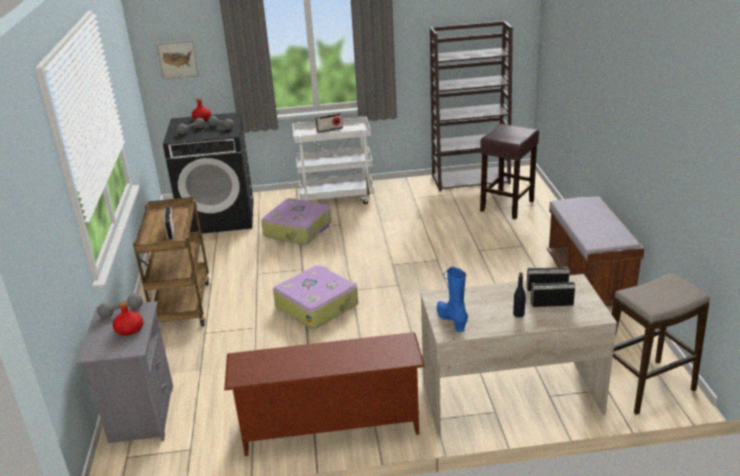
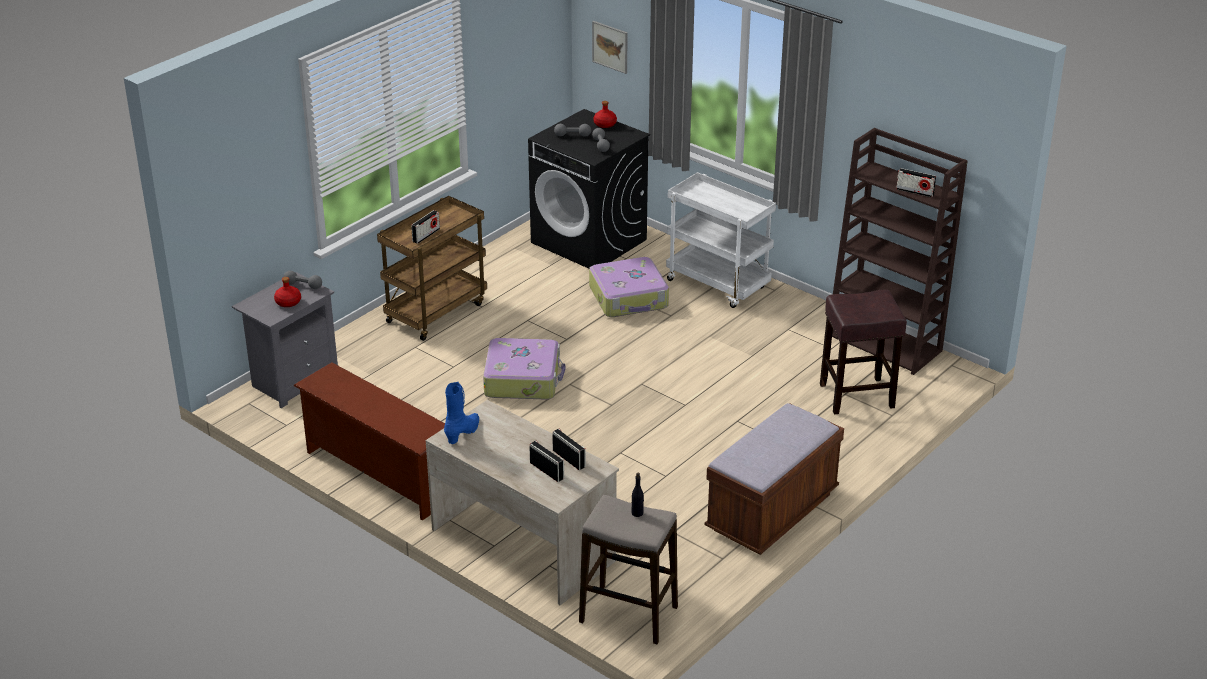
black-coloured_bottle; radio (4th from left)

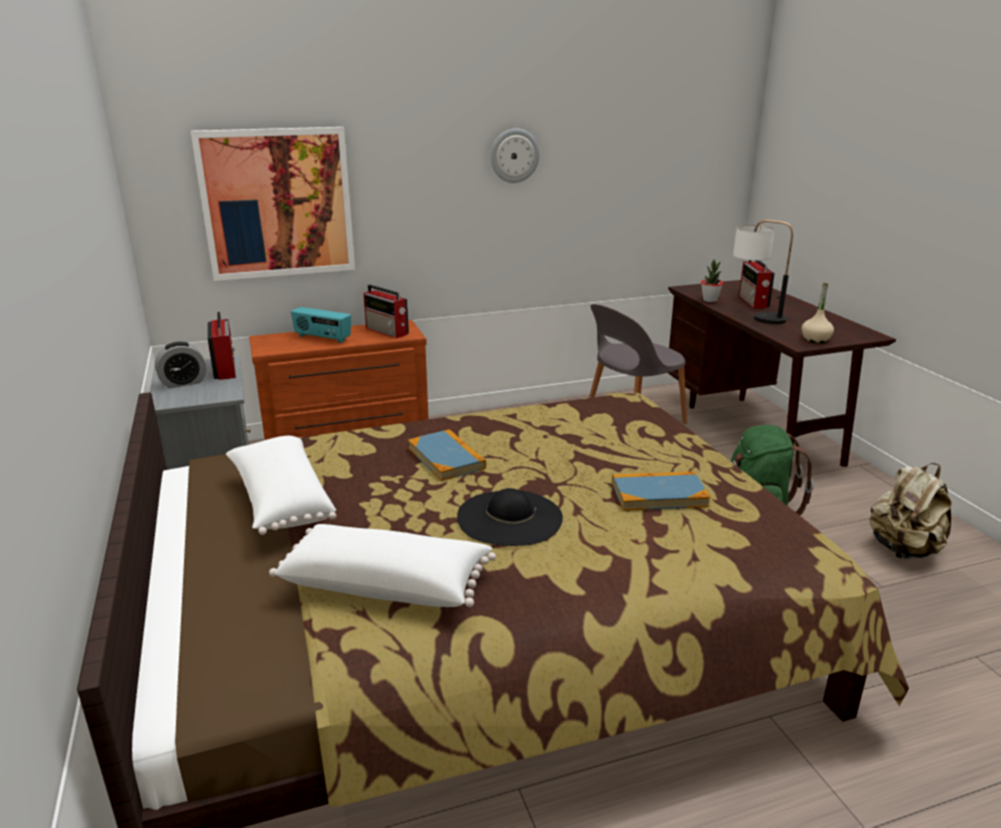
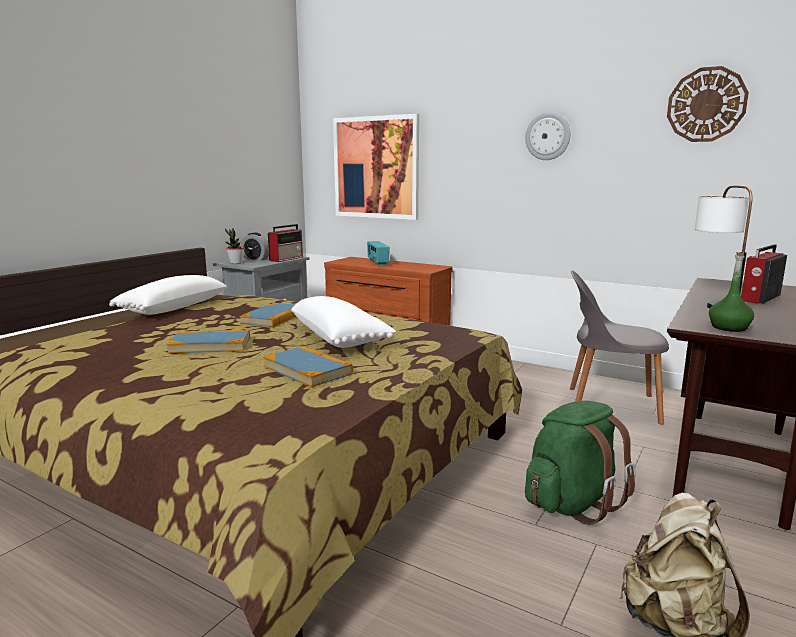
book (1st from left); potted_plant; white-coloured_pillow (2nd from left); wall_clock (2nd from left); green-coloured_bottle; radio (3rd from left in the first image)

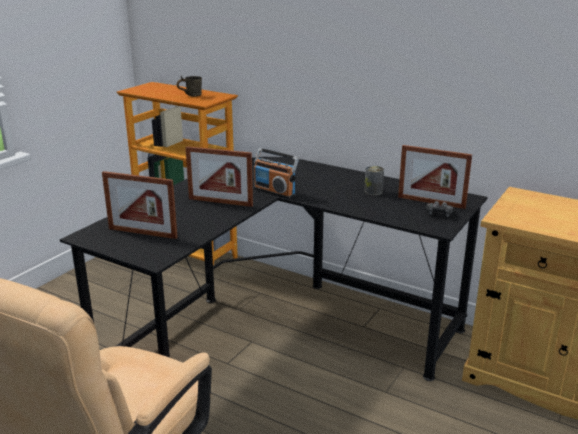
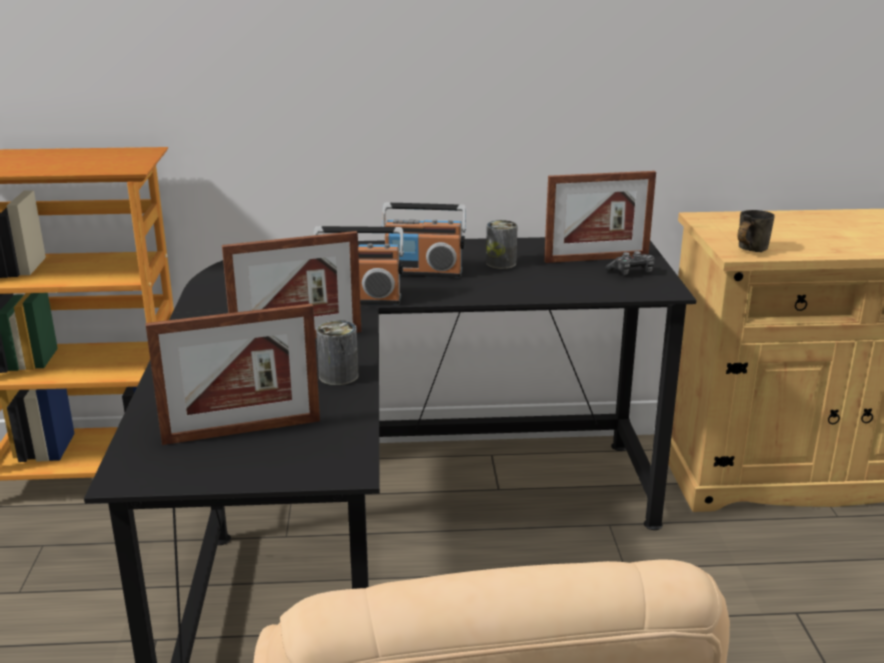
metal_can (1st from left); radio (2nd from left); grey_mug

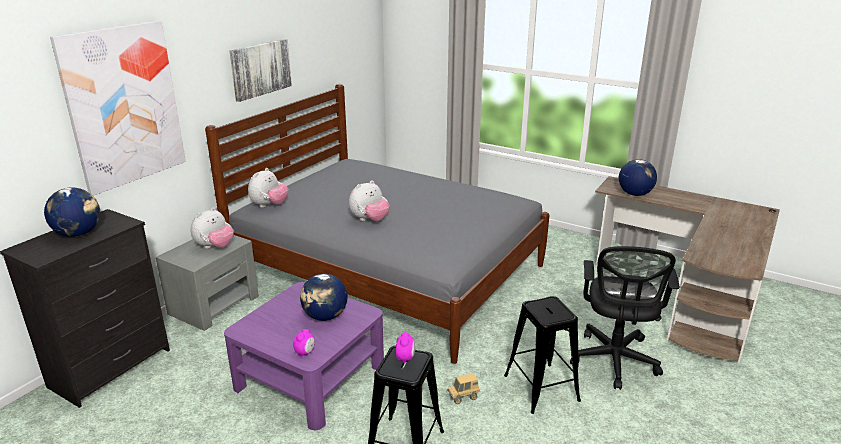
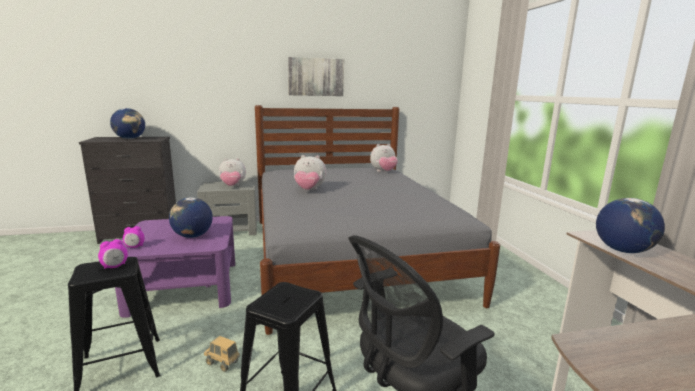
cuddly_toy (3rd from left); wall_art (1st from left in the first image)

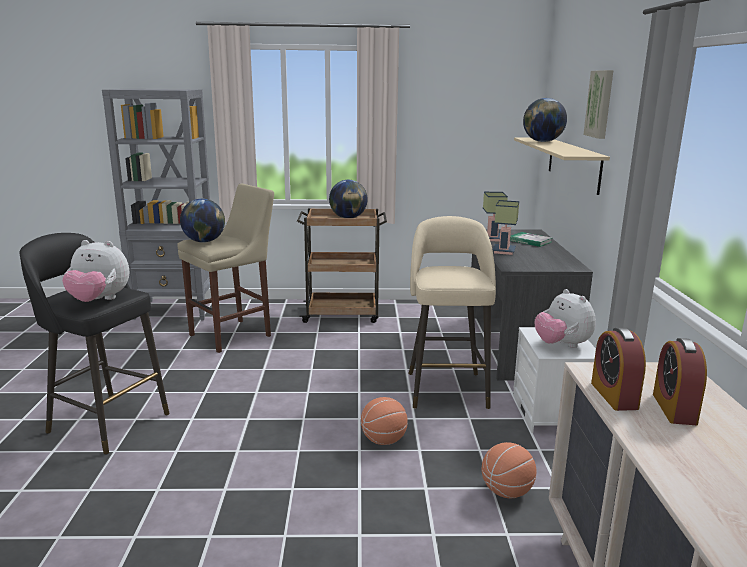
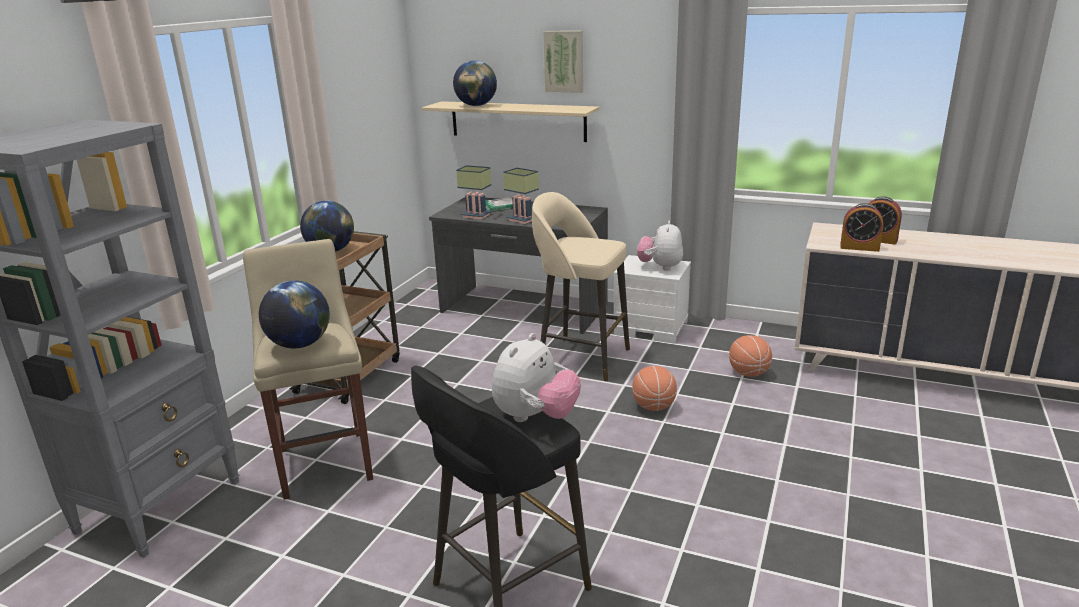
cuddly_toy (2nd from left)

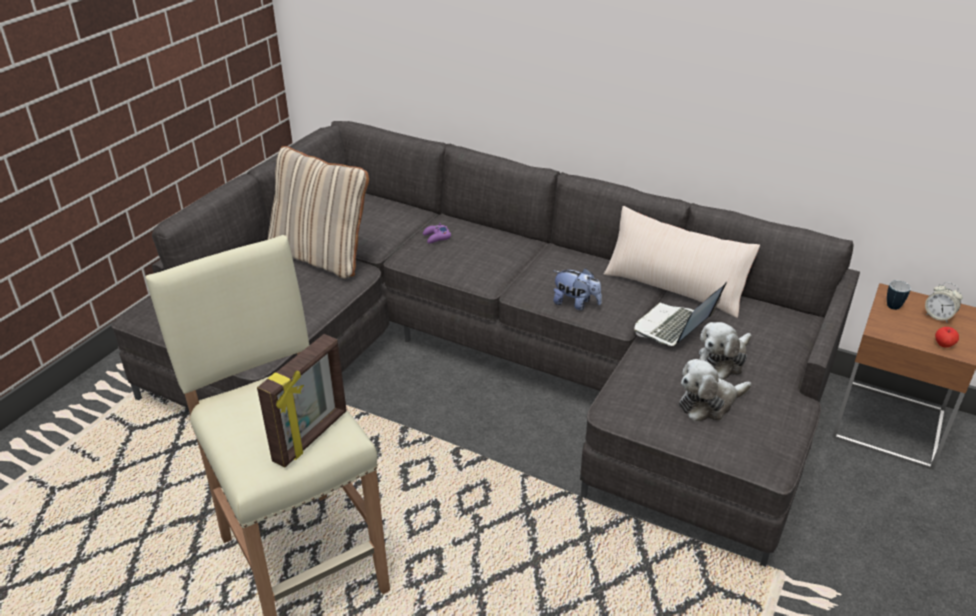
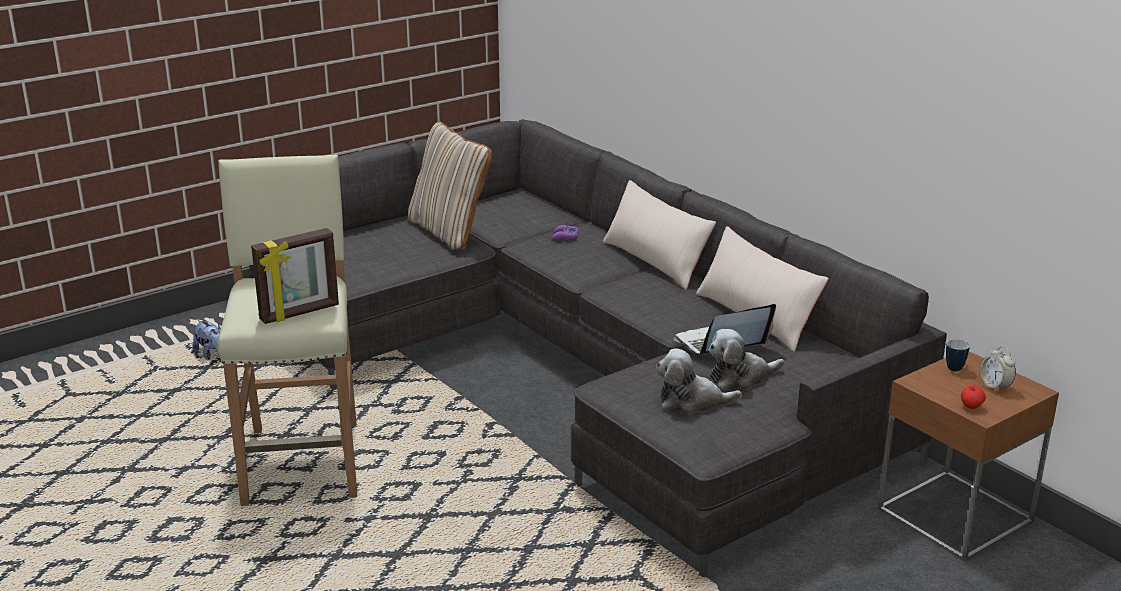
cuddly_toy (1st from left); sand-coloured_pillow (2nd from left)

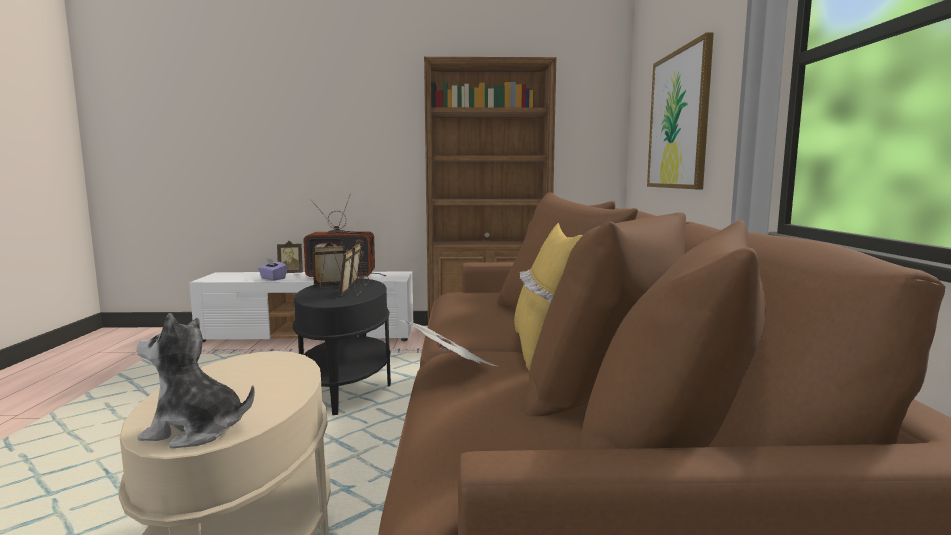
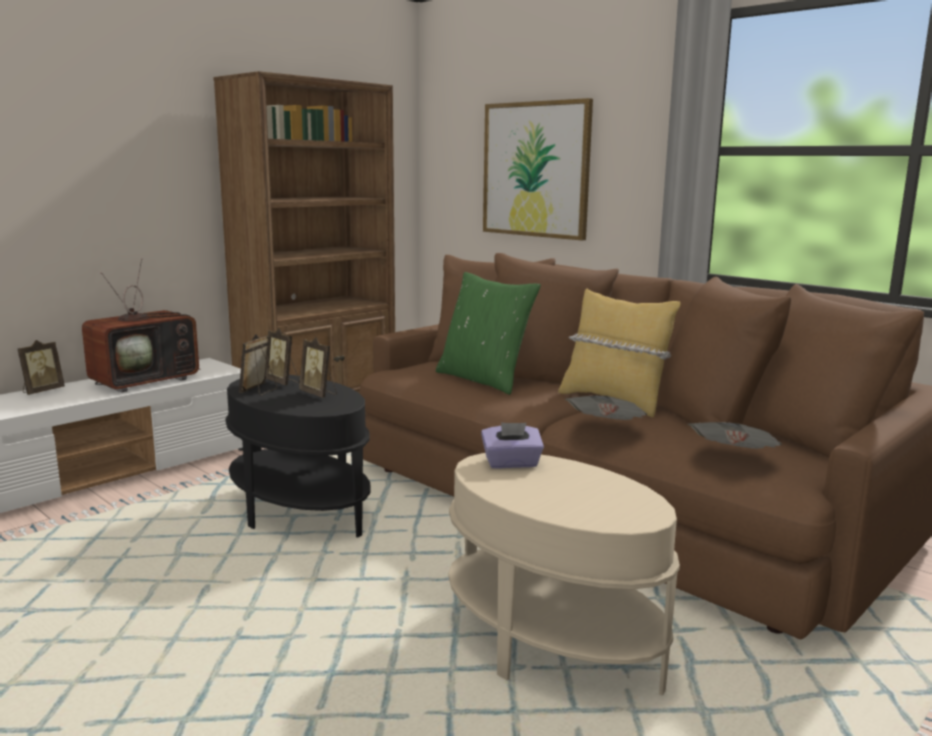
green-coloured_pillow; purplish_tissue_box; printed_paper (2nd from left); cuddly_toy

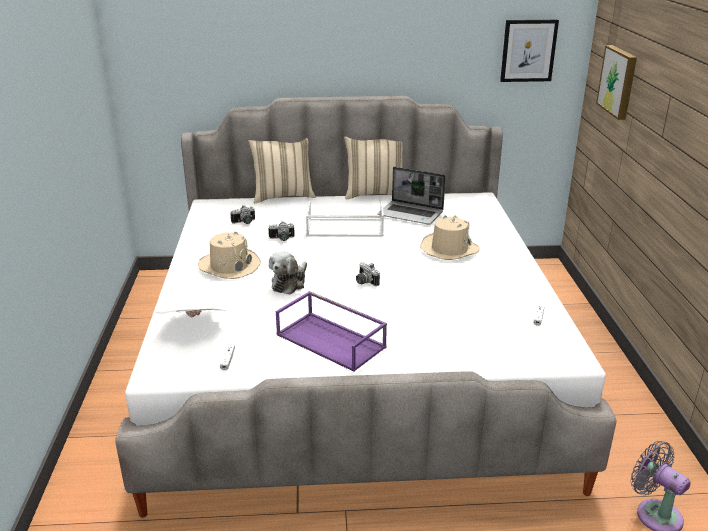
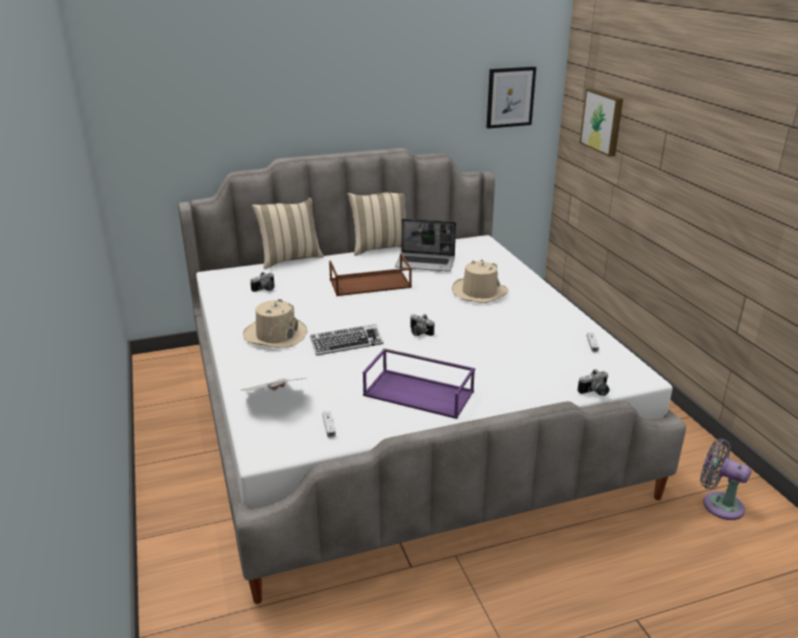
PC_keyboard; brown-coloured_tray; still_camera (3rd from left)

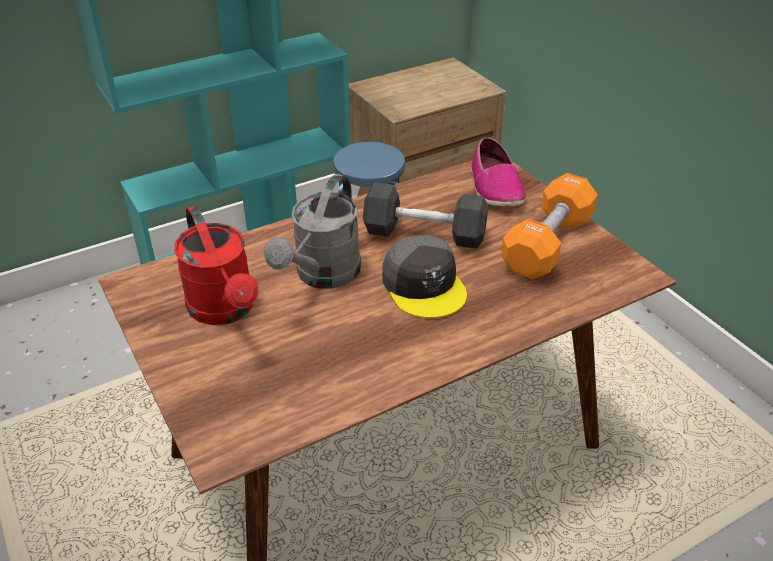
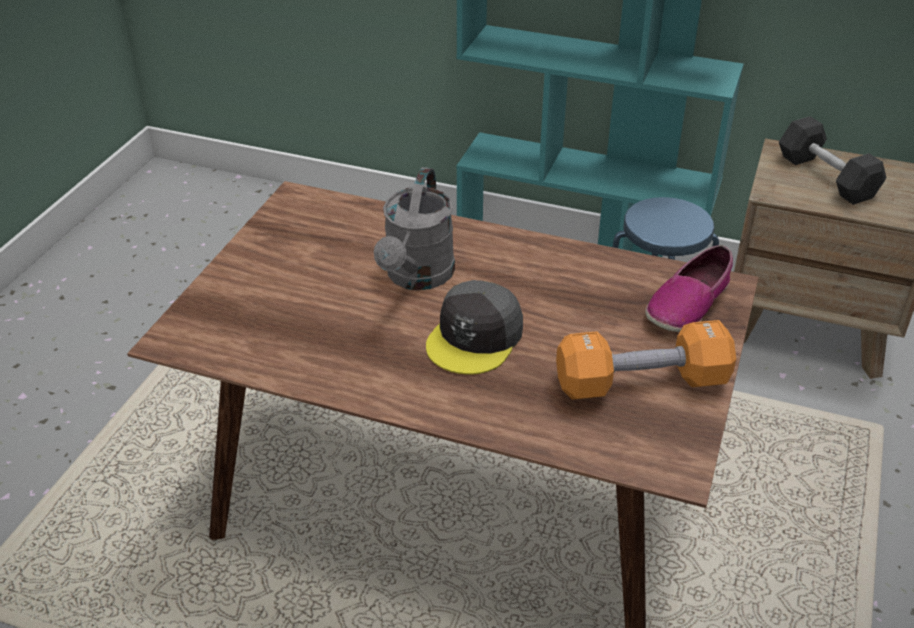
grey_watering_can; grey_hand_weight; red_watering_can

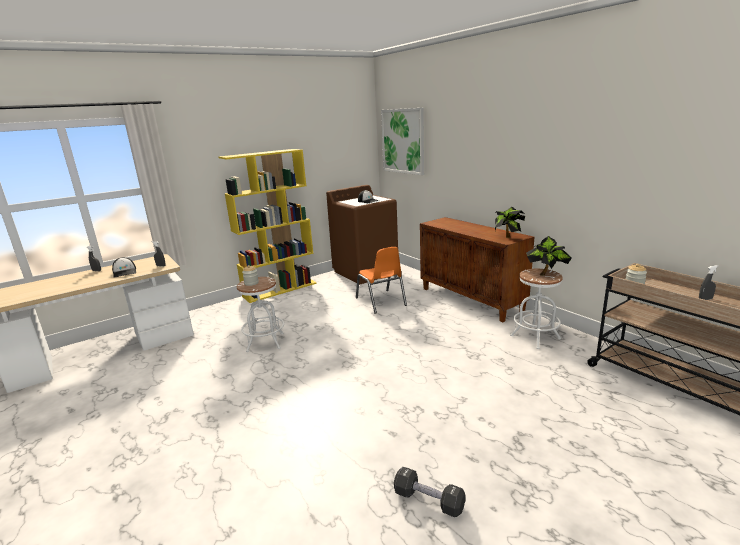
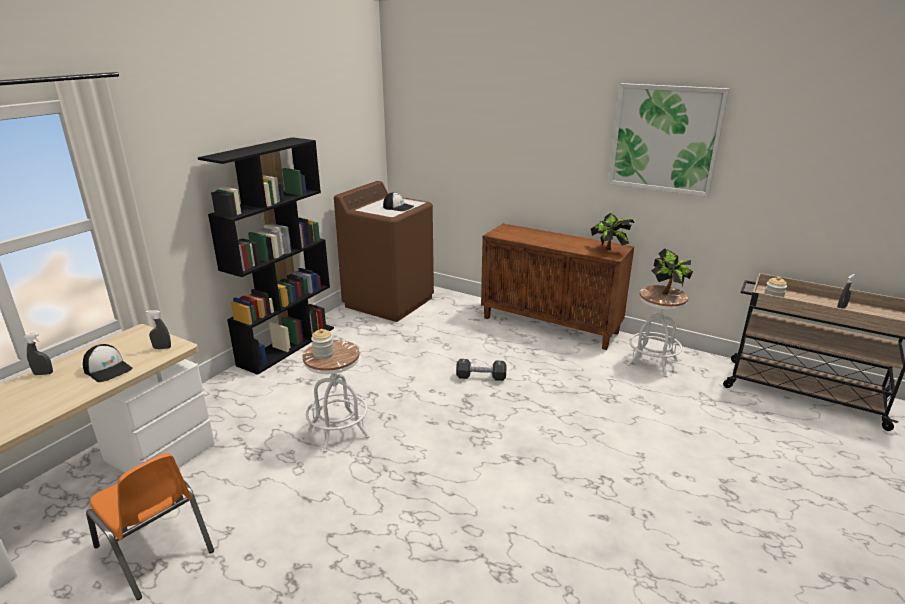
orange-coloured_chair; black-coloured_bookcase; black-coloured_hand_weight; wall_art

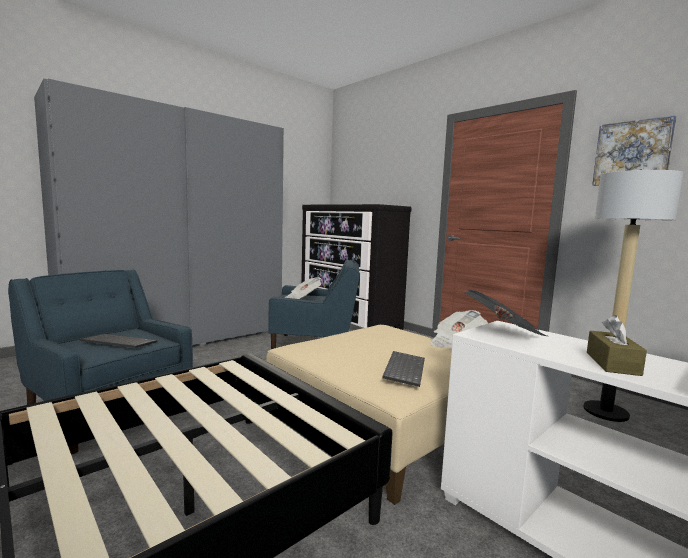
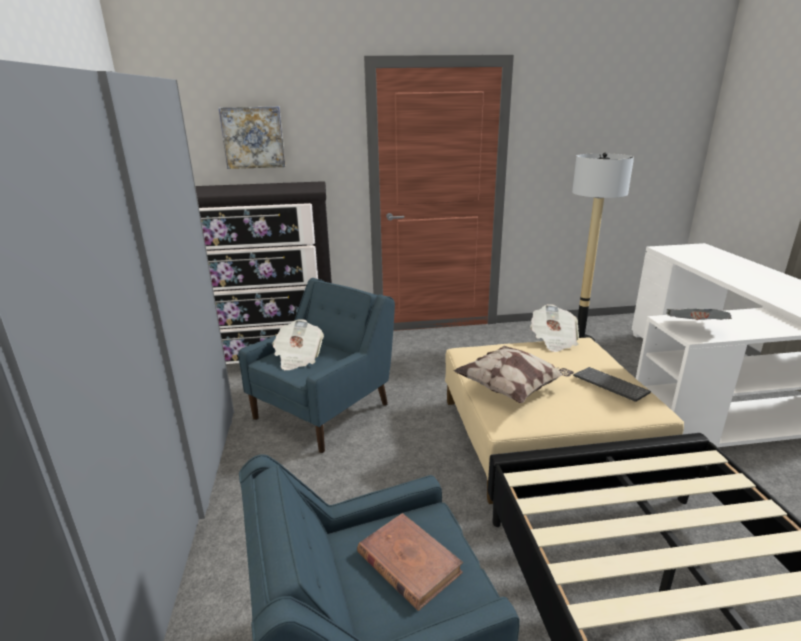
wall_art; brown-coloured_book; pillow; brown-coloured_tissue_box

